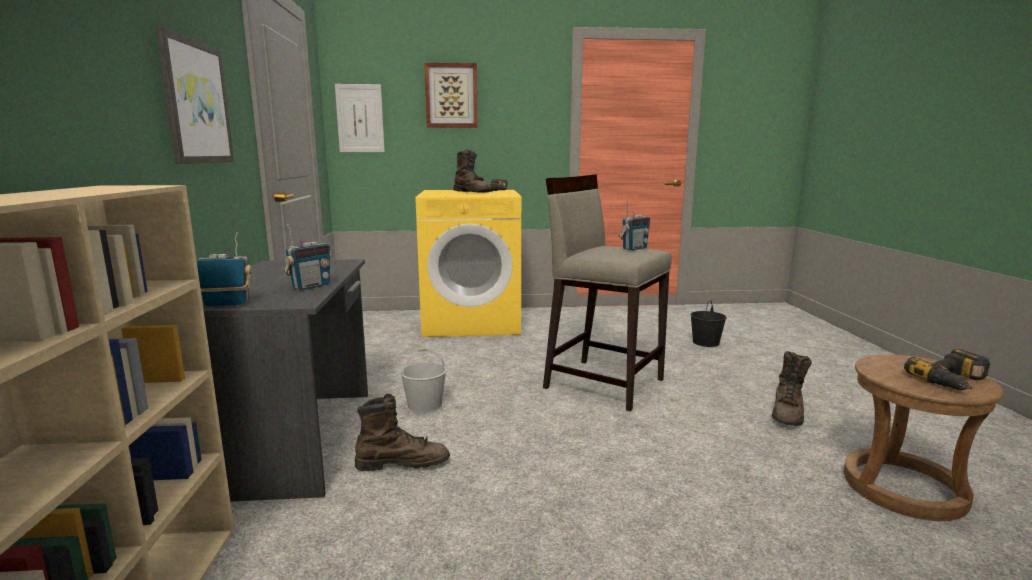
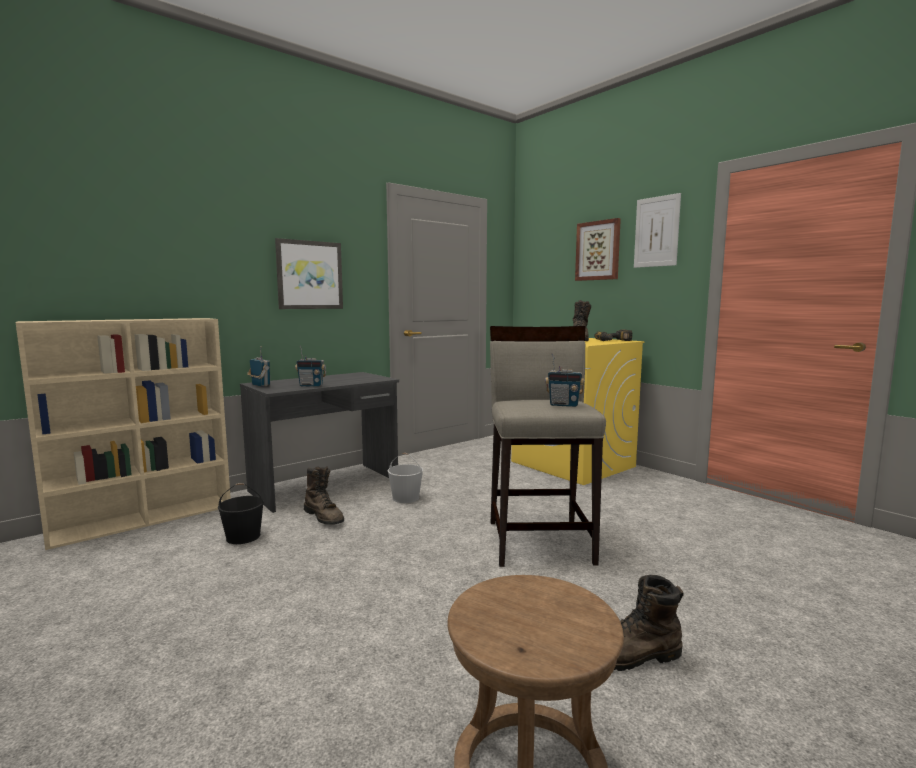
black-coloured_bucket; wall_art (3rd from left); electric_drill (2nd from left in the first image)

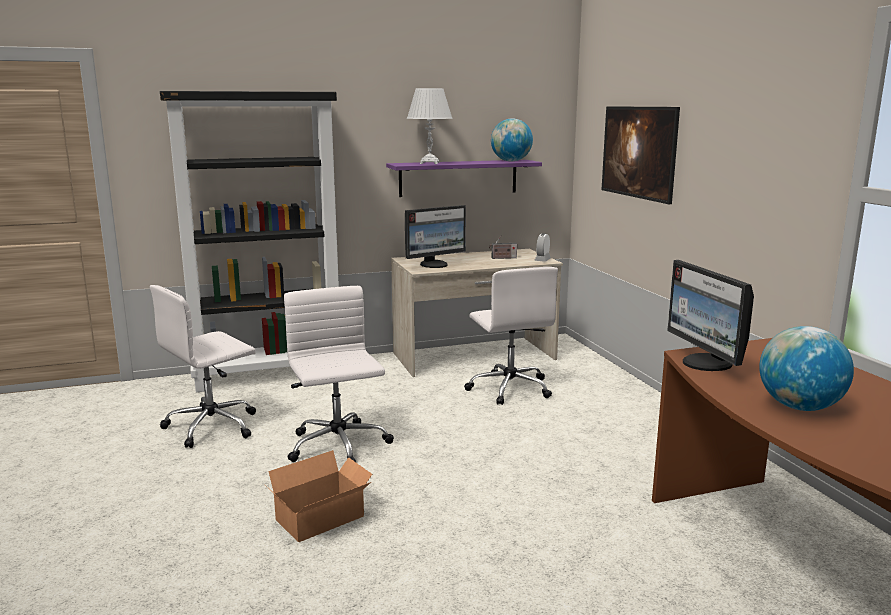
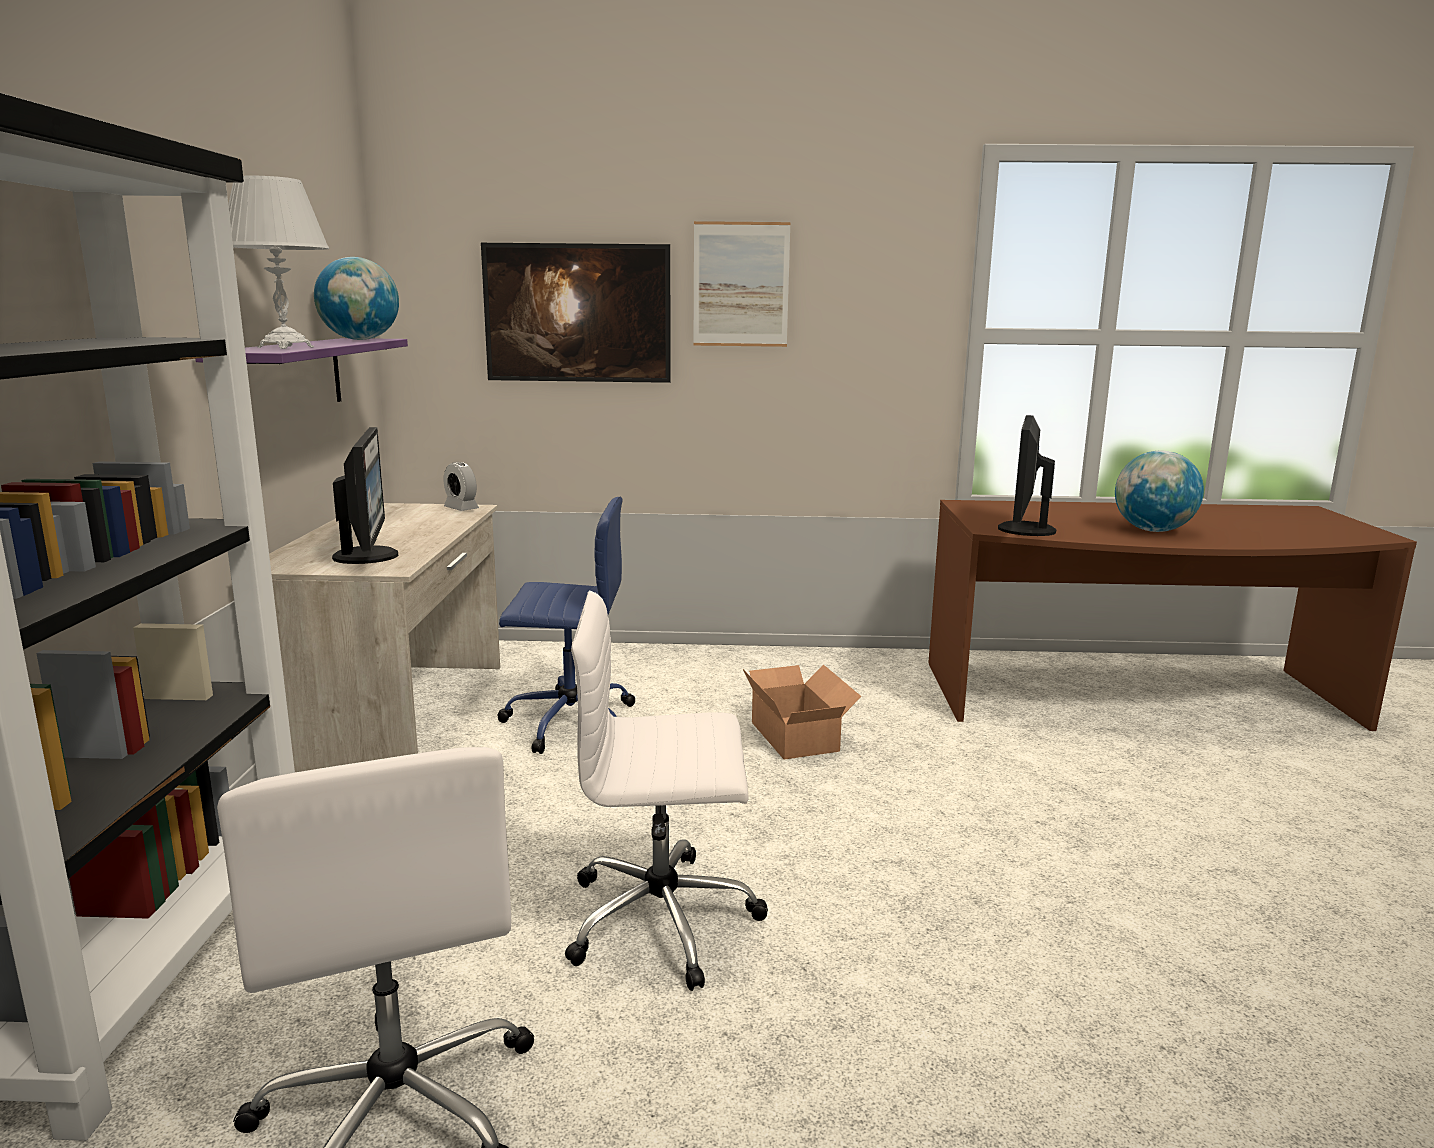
bluish_office_chair; wall_art (2nd from left); cardboard_box; computer_screen (2nd from left); radio

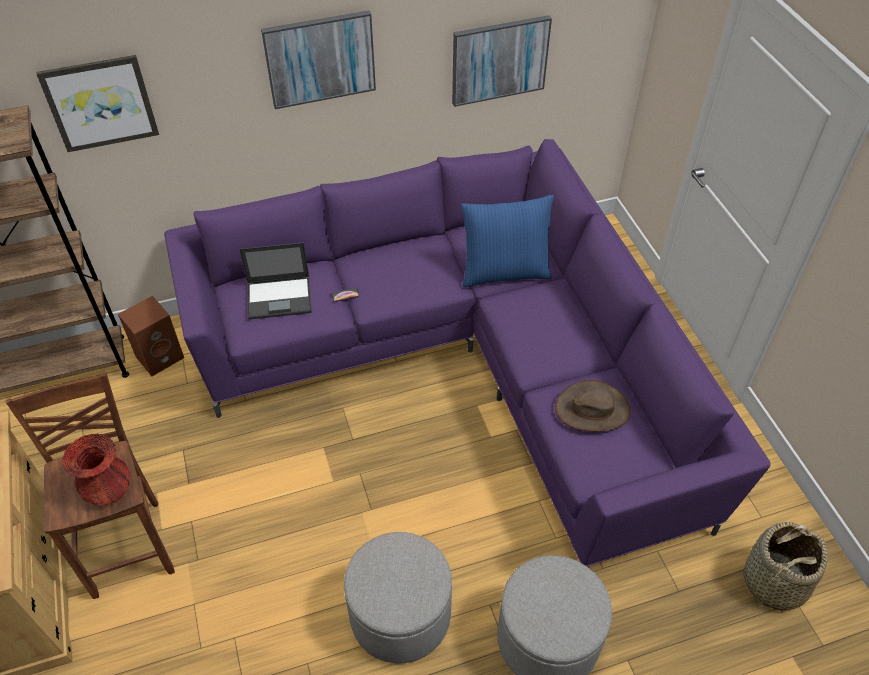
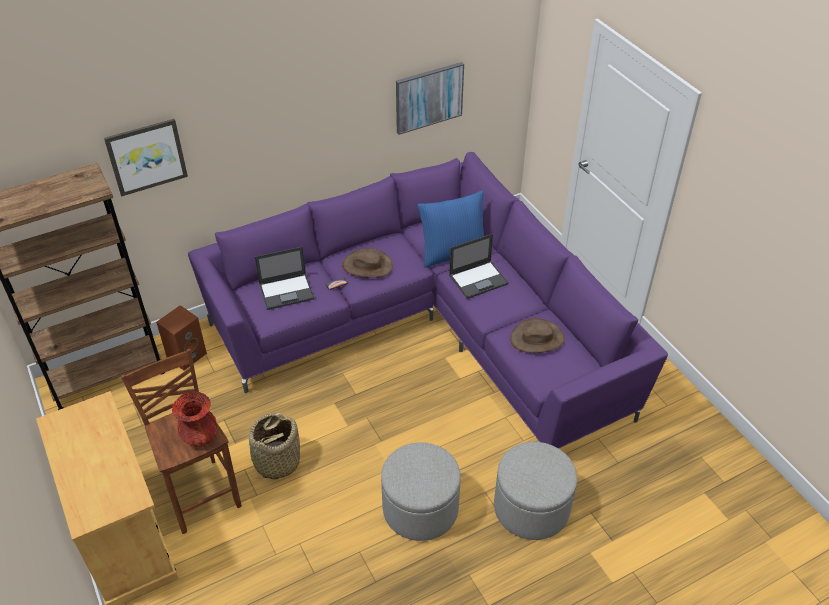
household_basket; brown-coloured_hat (1st from left); portable_computer (2nd from left); wall_art (2nd from left in the first image)

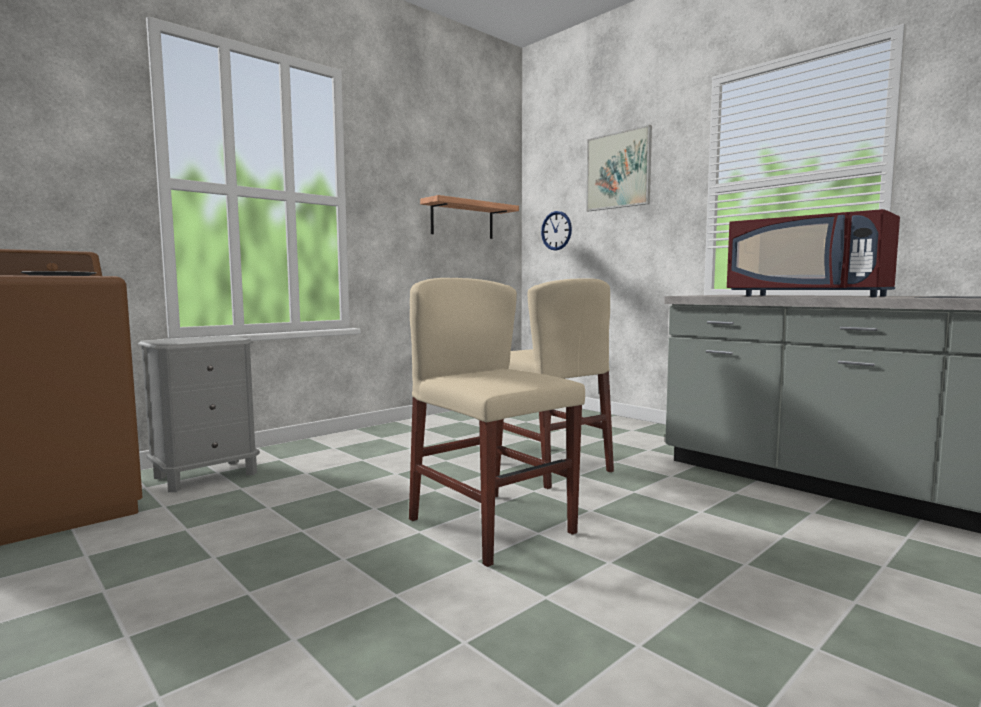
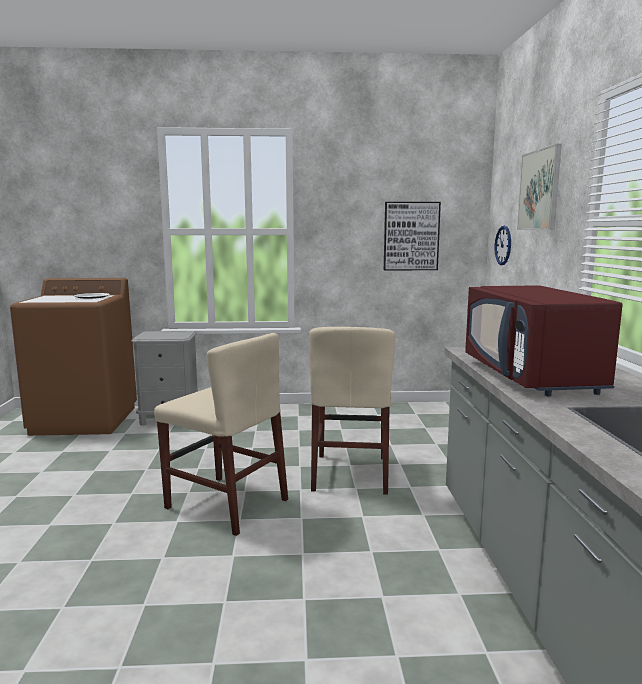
sand-coloured_chair (1st from left); wall_art (1st from left)

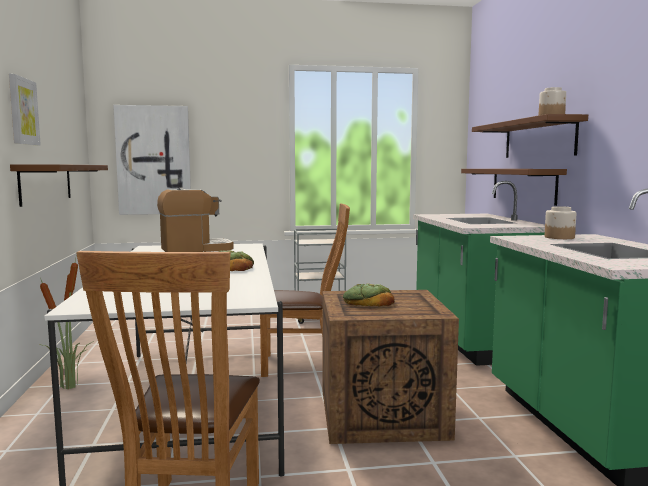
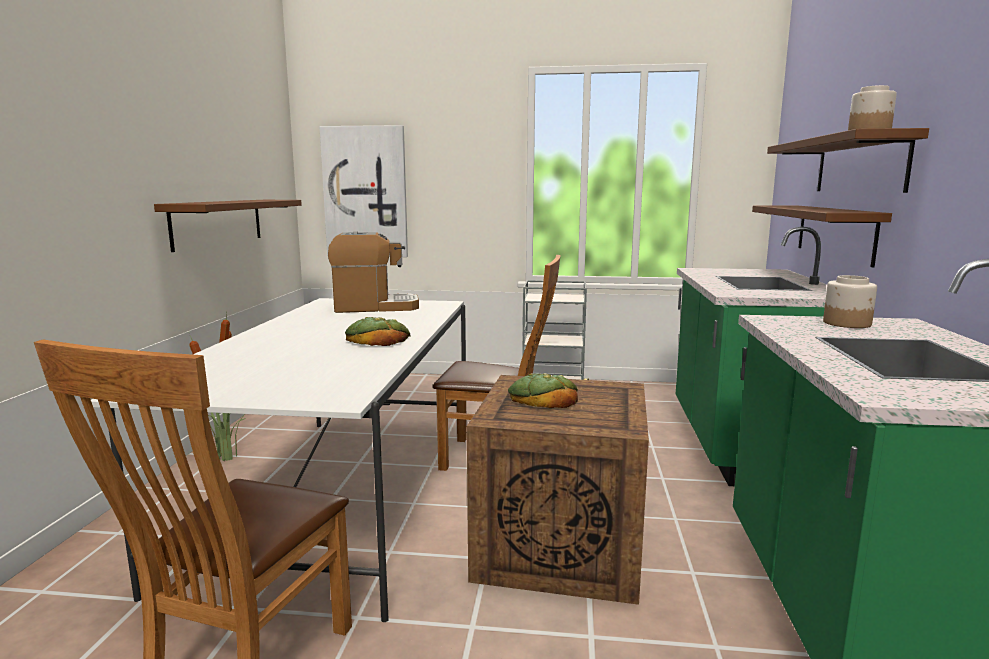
wall_art (1st from left in the first image)

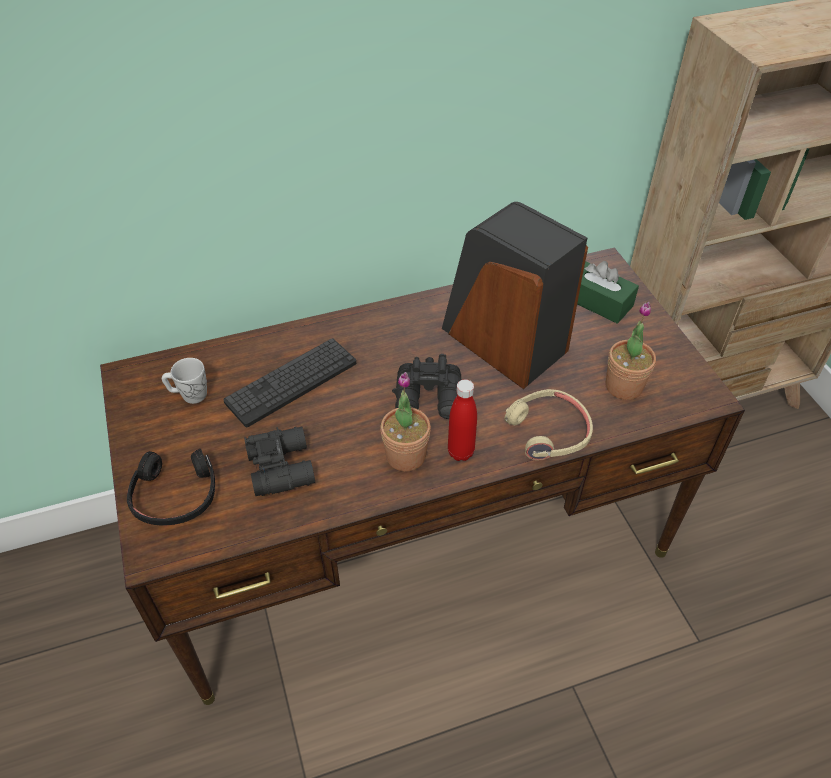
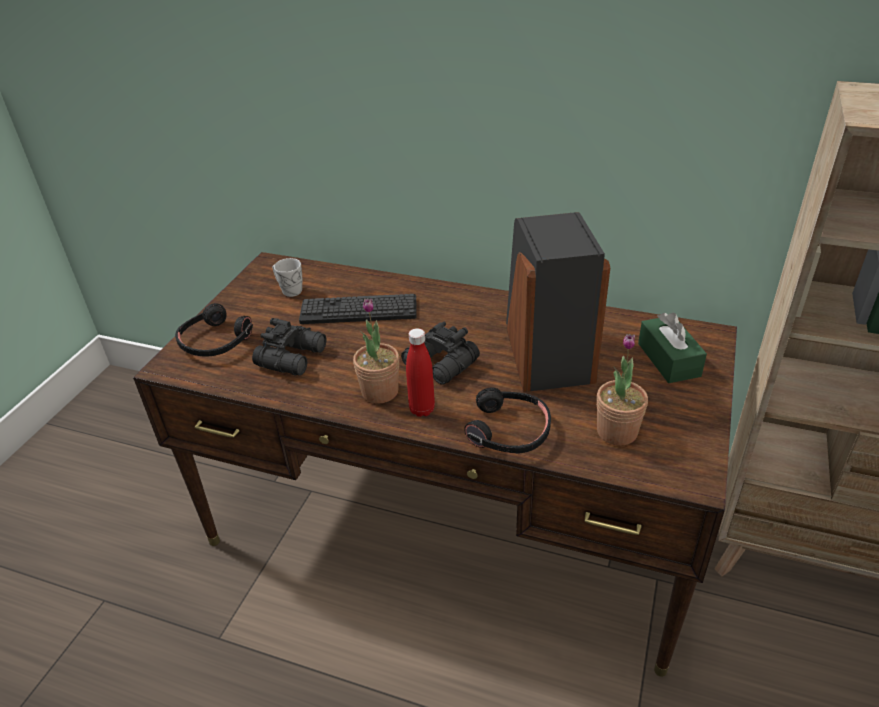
black-coloured_headphones (2nd from left)

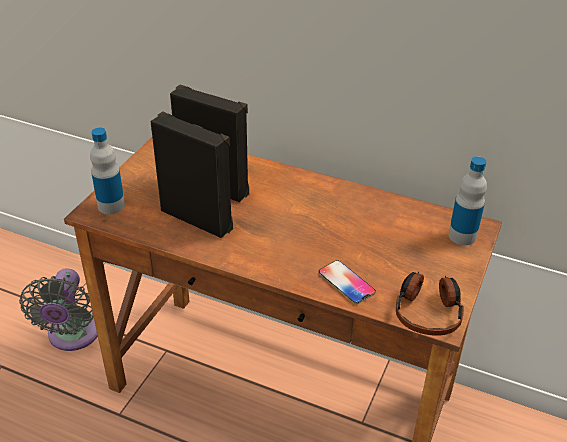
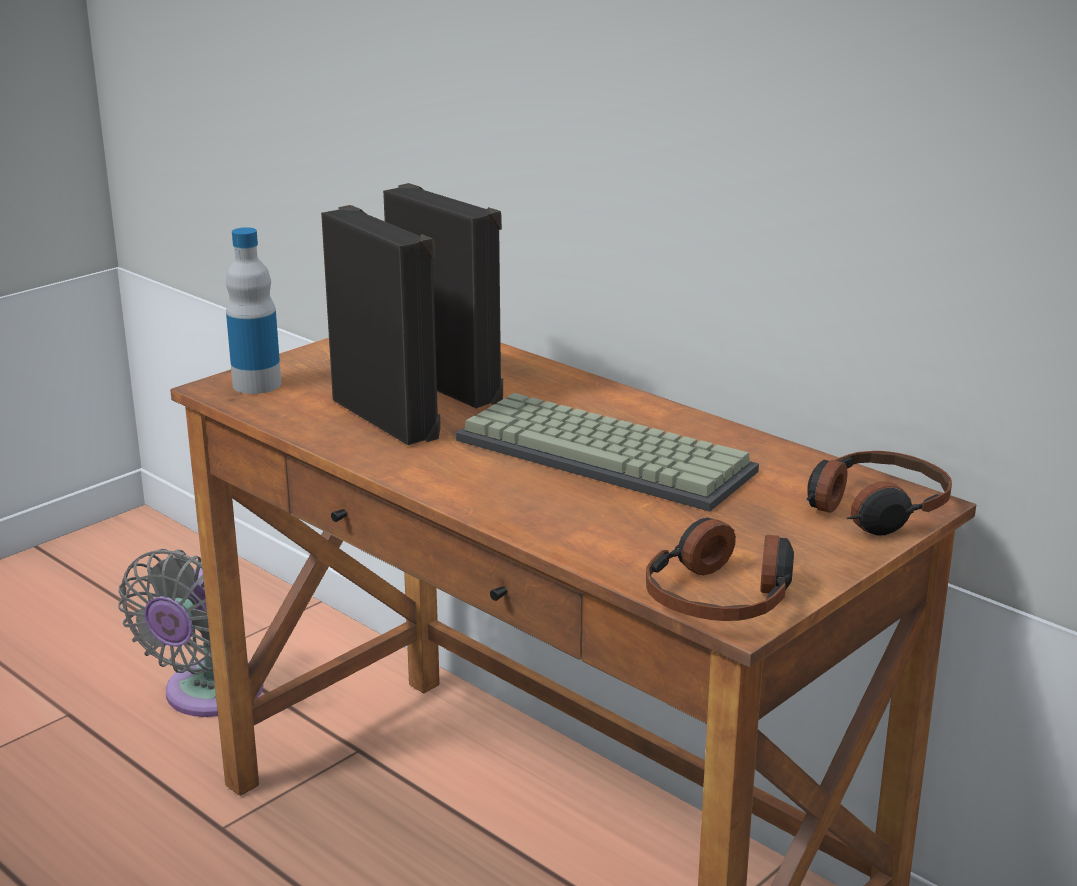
PC_keyboard; headphones (2nd from left); handset

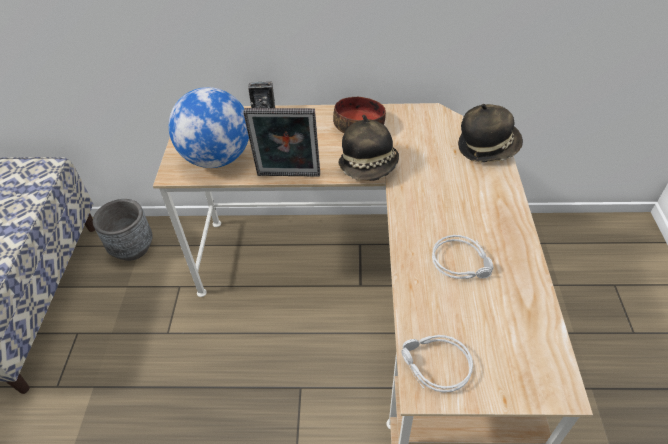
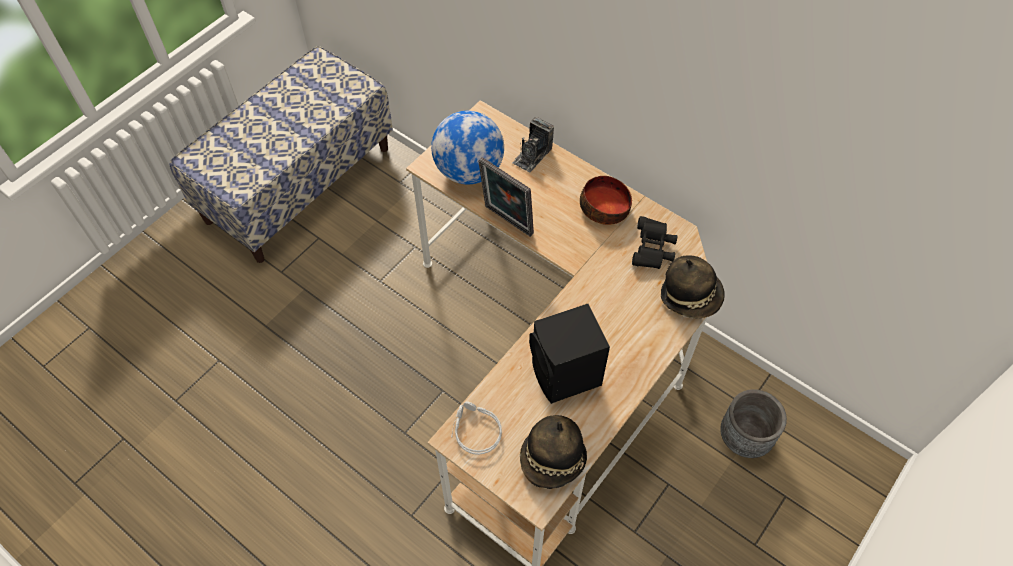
hat (1st from left); black-coloured_audio_speaker; black-coloured_field_glasses; grey_flower_pot

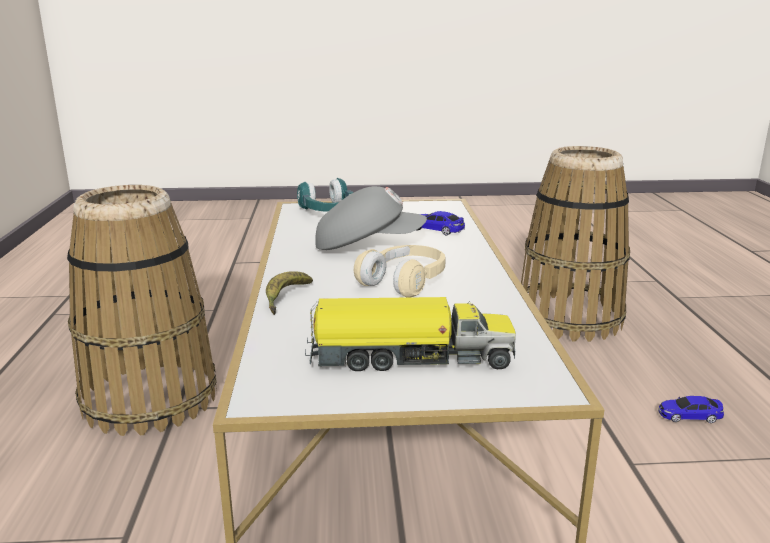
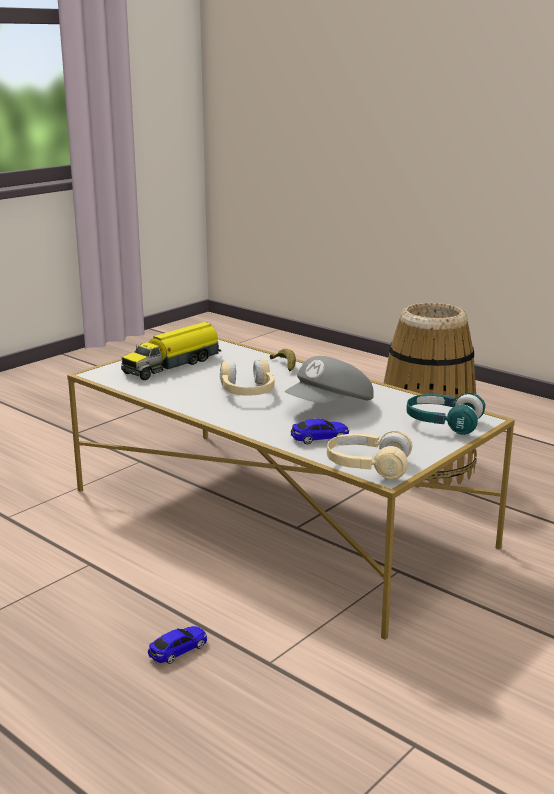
model_car (1st from left); sand-coloured_headphones (2nd from left); household_basket (2nd from left in the first image)

